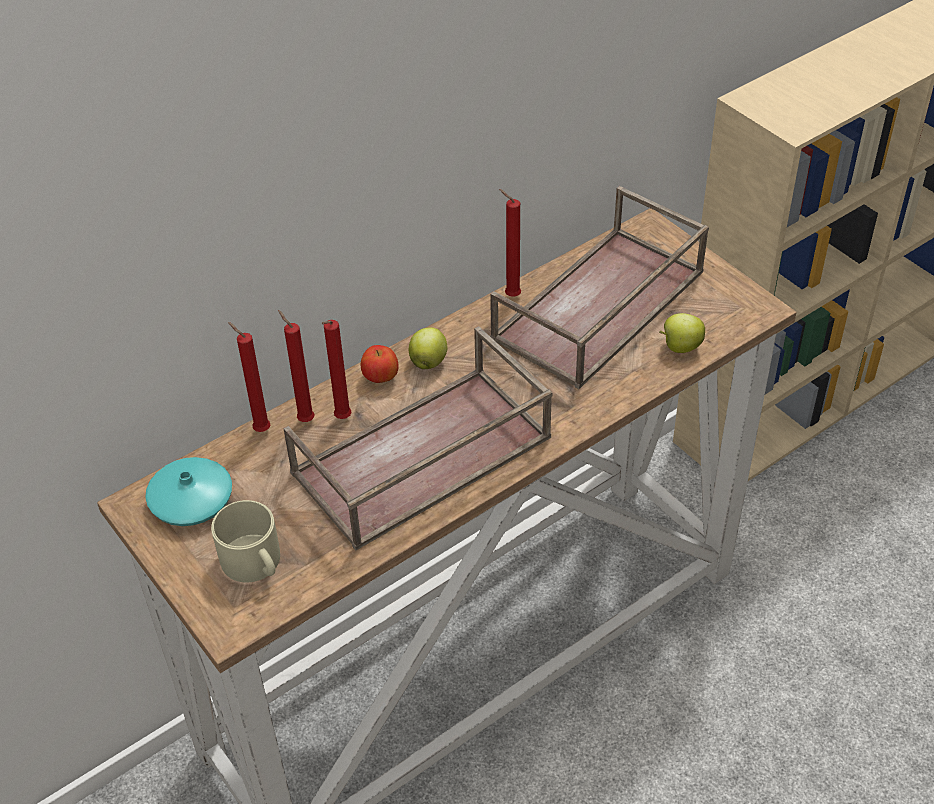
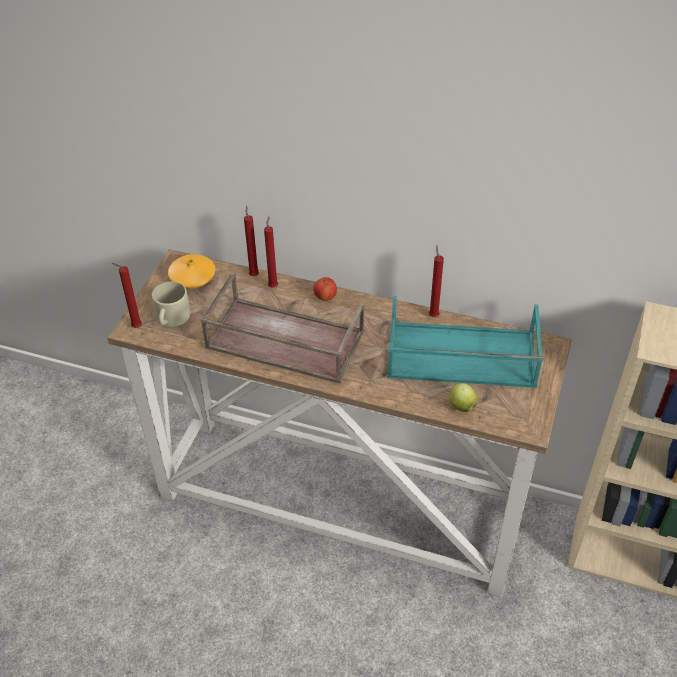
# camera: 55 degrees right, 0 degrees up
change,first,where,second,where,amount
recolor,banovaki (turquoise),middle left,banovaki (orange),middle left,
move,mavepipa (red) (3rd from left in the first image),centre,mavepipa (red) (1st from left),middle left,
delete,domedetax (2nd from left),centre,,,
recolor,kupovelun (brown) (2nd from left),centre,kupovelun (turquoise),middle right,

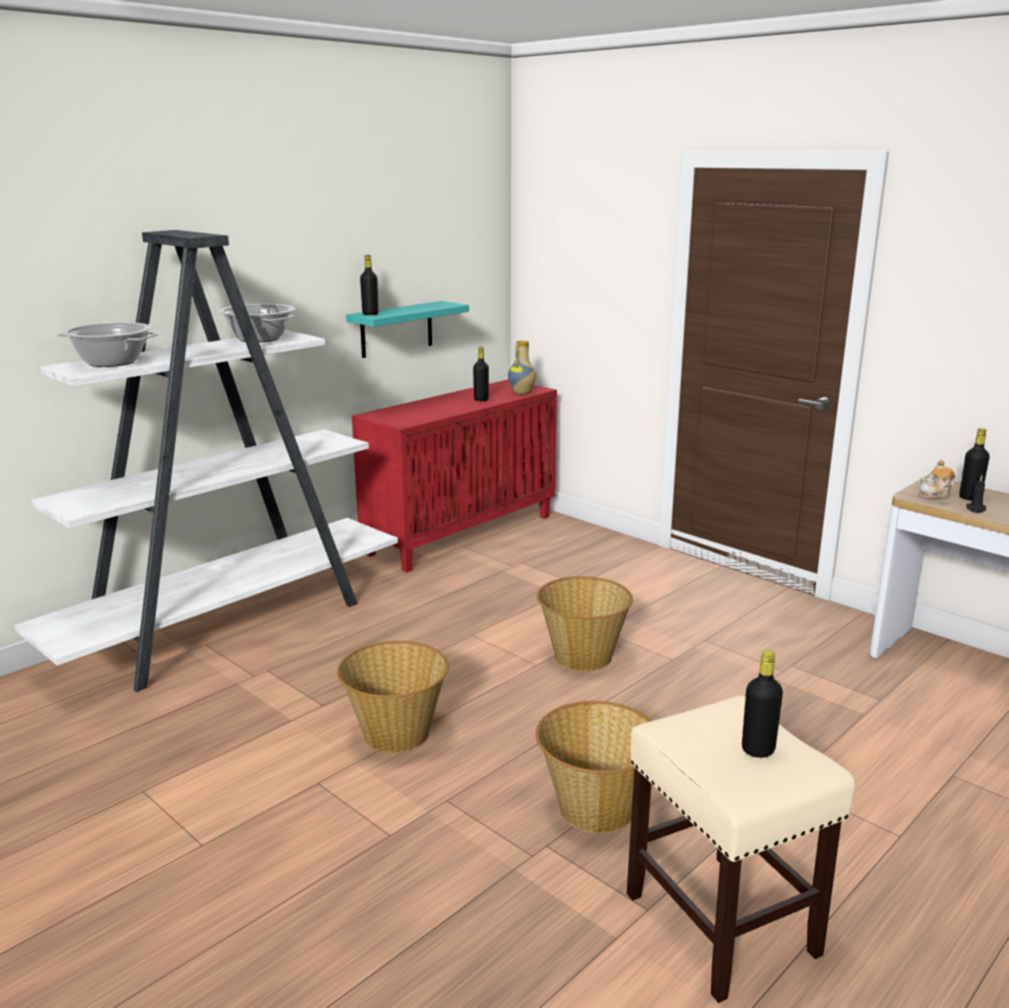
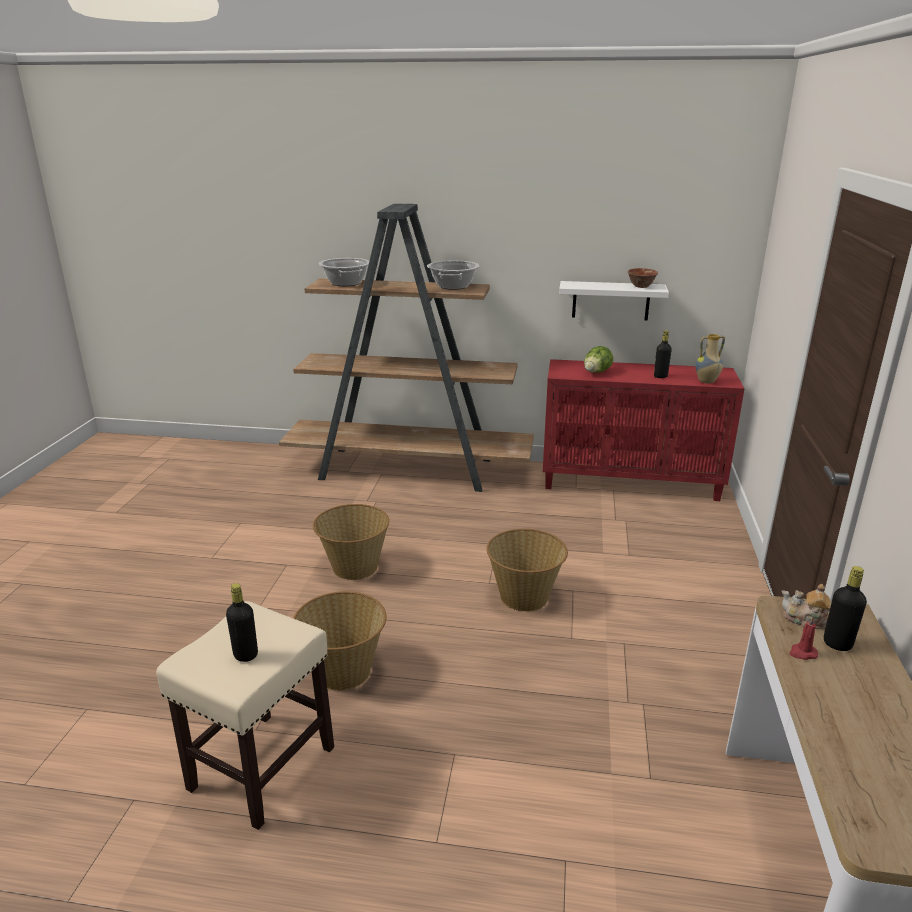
# camera: 55 degrees right, 5 degrees up
change,first,where,second,where,amount
recolor,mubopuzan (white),middle left,mubopuzan (brown),centre,
recolor,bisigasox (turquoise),top centre,bisigasox (white),top right,
delete,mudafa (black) (1st from left),top centre,,,
recolor,mavepipa (black),middle right,mavepipa (red),bottom right,
insert,,,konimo,centre,
insert,,,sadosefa,top right,

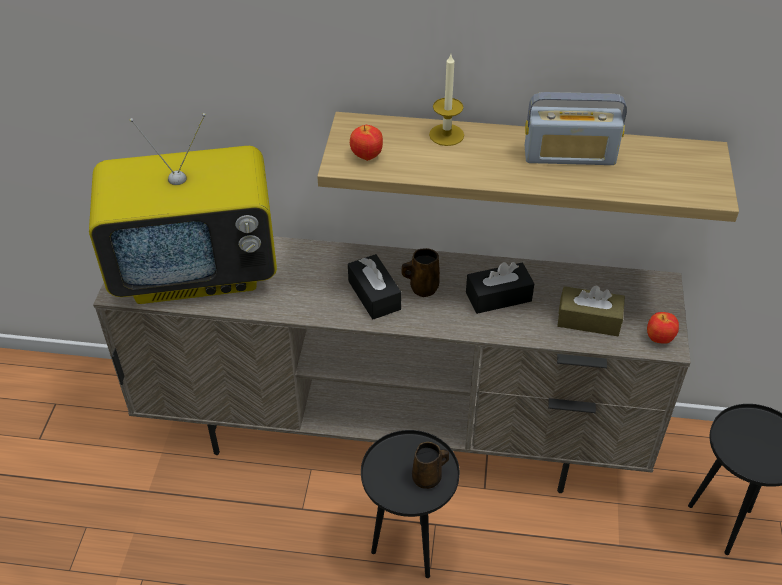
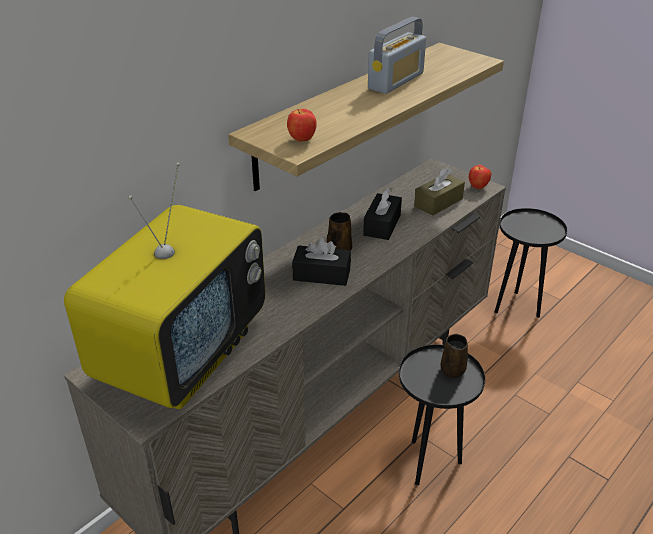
# camera: 55 degrees left, 10 degrees down
change,first,where,second,where,amount
delete,mavepipa,top centre,,,

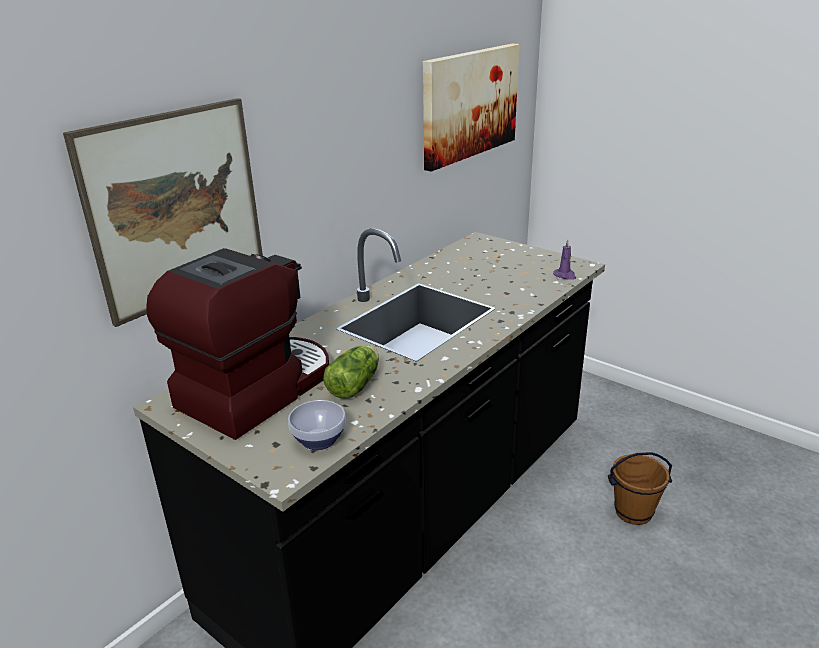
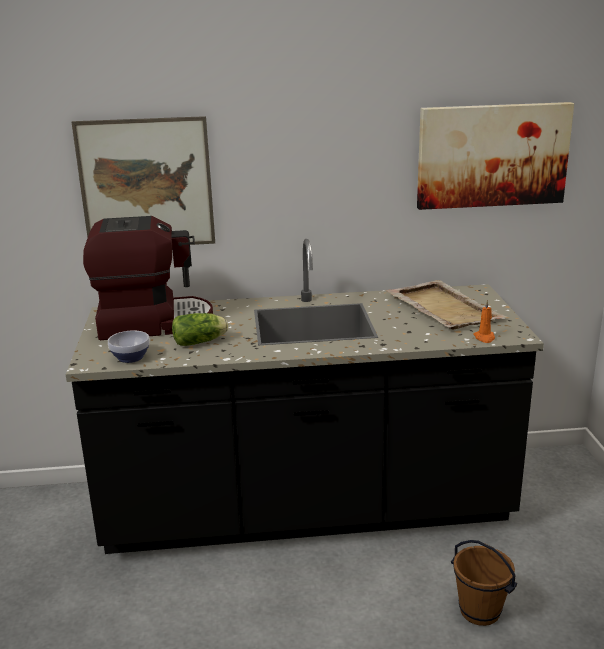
# camera: 45 degrees right, 5 degrees down
change,first,where,second,where,amount
recolor,mavepipa (purple),middle right,mavepipa (orange),middle right,
insert,,,kupovelun (beige),middle right,

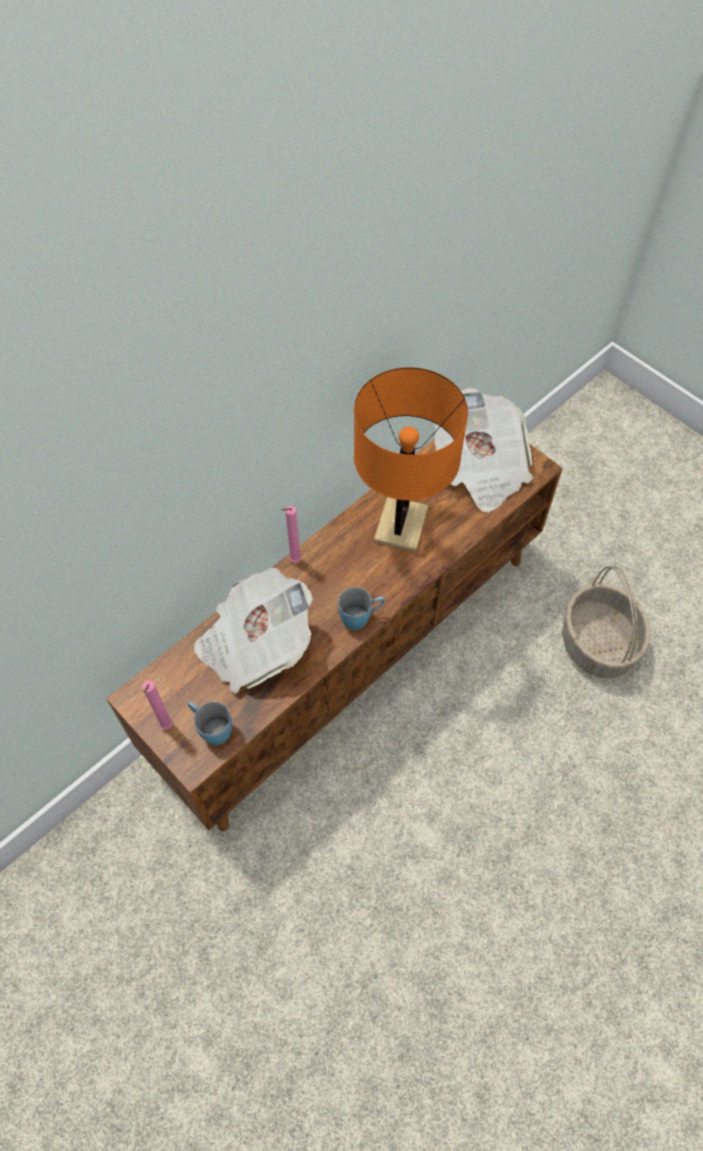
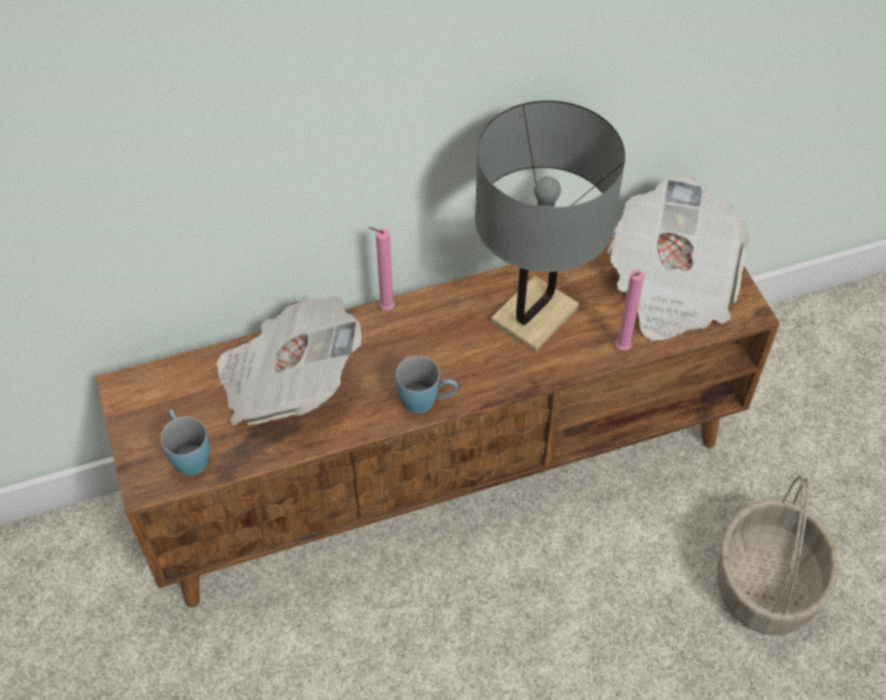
# camera: 25 degrees right, 5 degrees down
change,first,where,second,where,amount
move,mavepipa (pink) (1st from left in the first image),middle left,mavepipa (pink) (2nd from left),middle right,
recolor,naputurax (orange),centre,naputurax (grey),top centre,

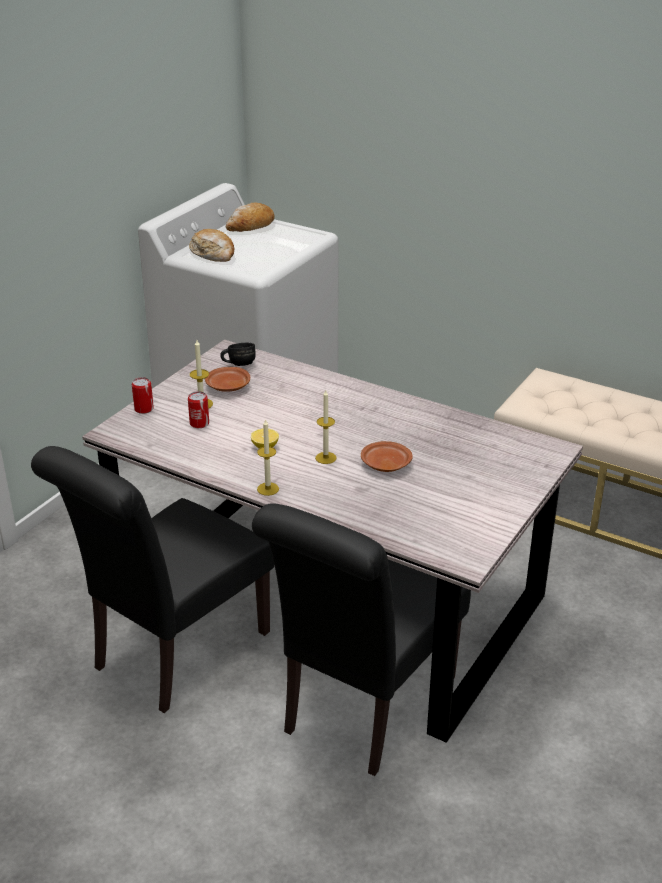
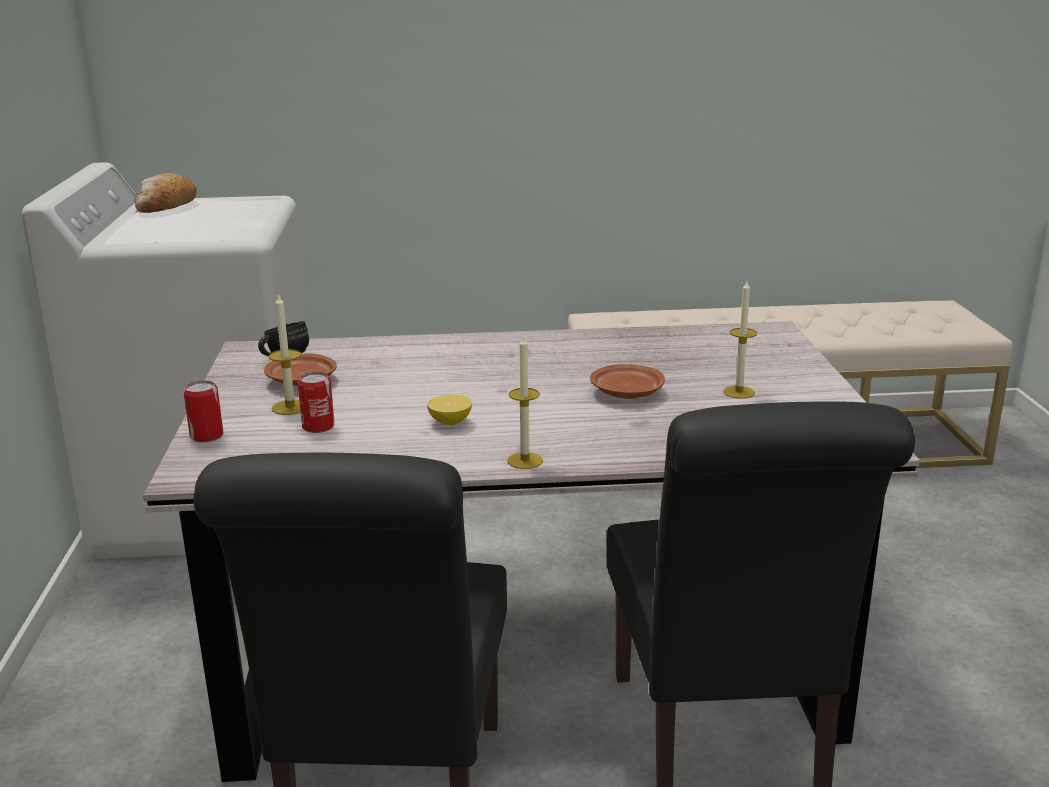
# camera: 35 degrees left, 10 degrees down
change,first,where,second,where,amount
delete,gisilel (1st from left),top left,,,
move,mavepipa (3rd from left),centre,,middle right,

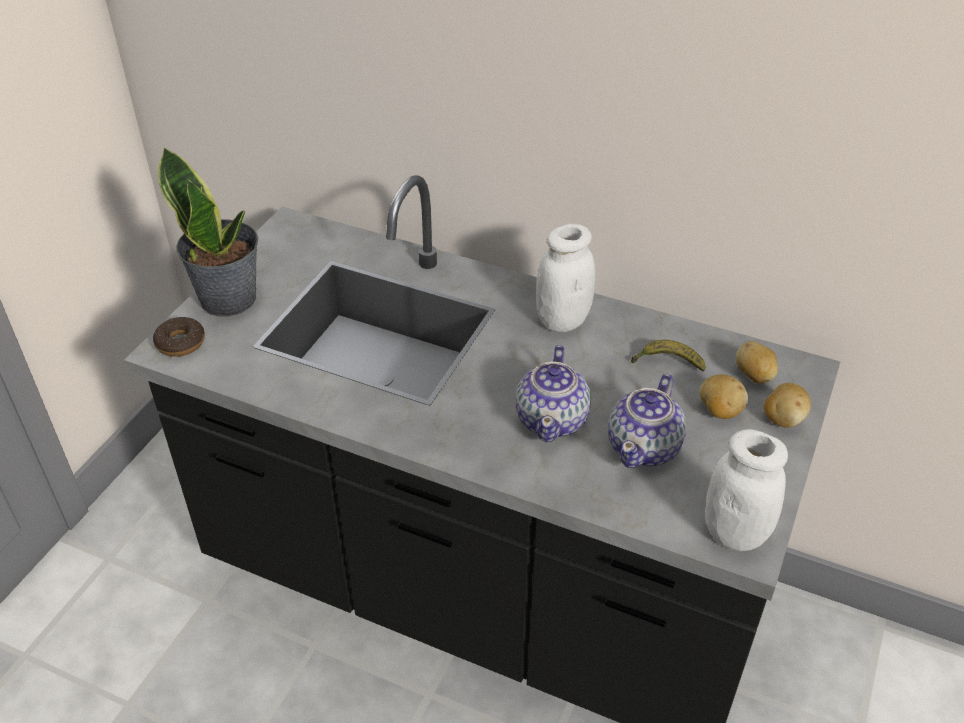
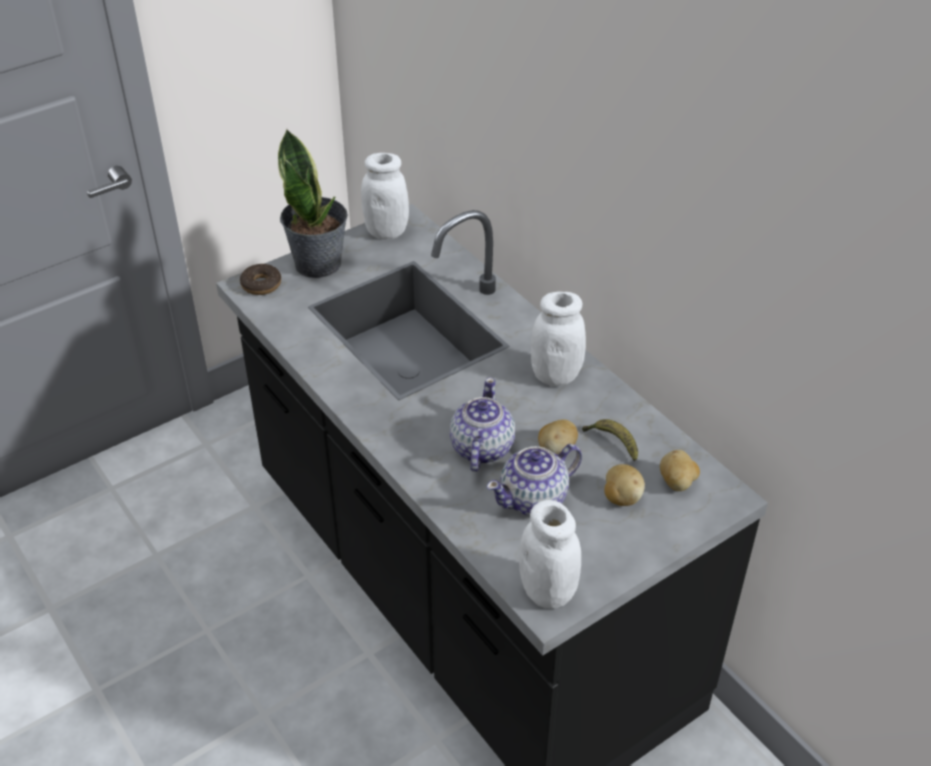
# camera: 30 degrees right, 0 degrees up
change,first,where,second,where,amount
rotate,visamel (1st from left),centre,,centre,150 degrees clockwise
move,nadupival (3rd from left in the first image),middle right,nadupival (1st from left),centre,
insert,,,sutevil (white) (1st from left),top centre,

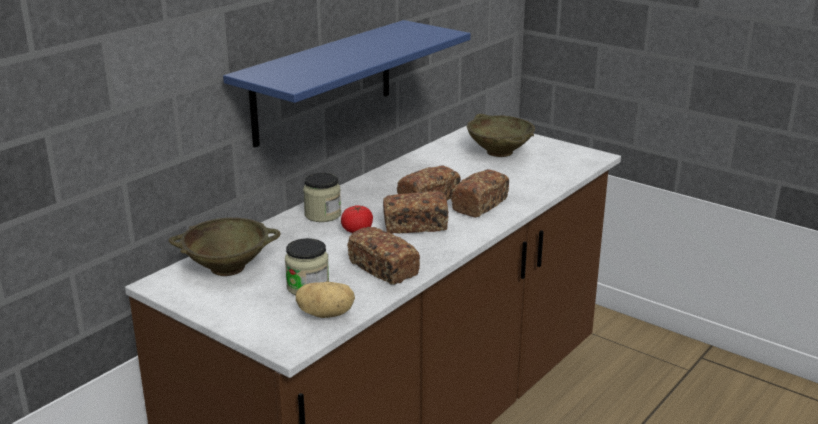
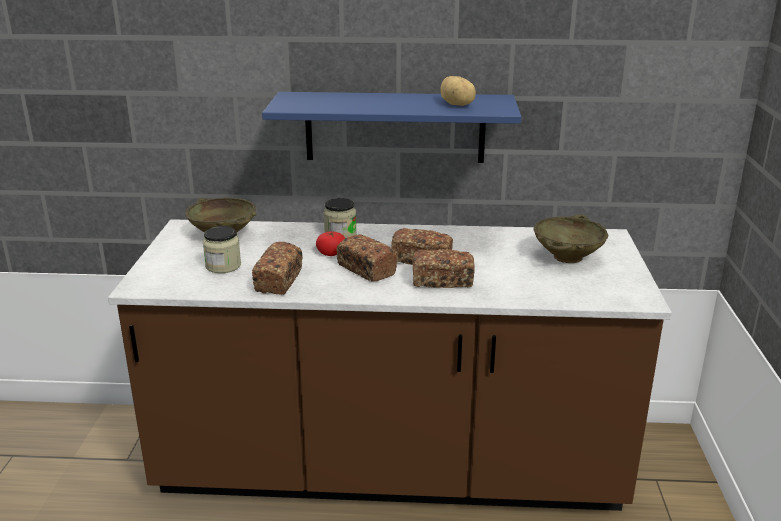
# camera: 55 degrees right, 0 degrees up
change,first,where,second,where,amount
move,nadupival,bottom centre,,top centre,

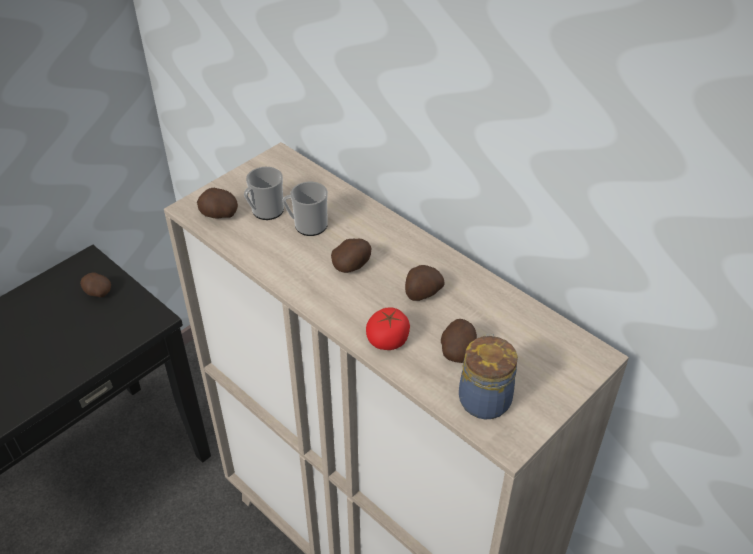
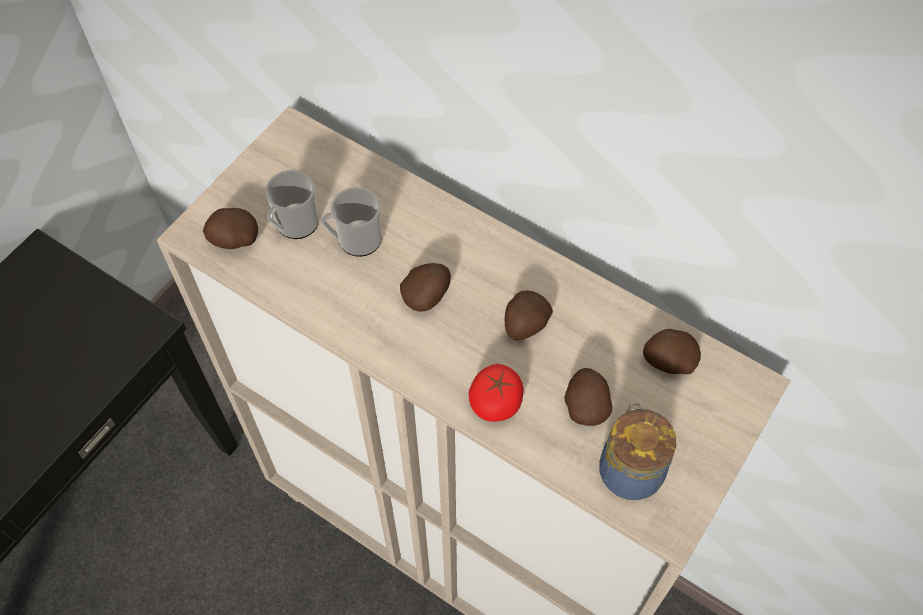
# camera: 10 degrees left, 15 degrees up
change,first,where,second,where,amount
move,nadupival (1st from left in the first image),middle left,nadupival (5th from left),middle right,

